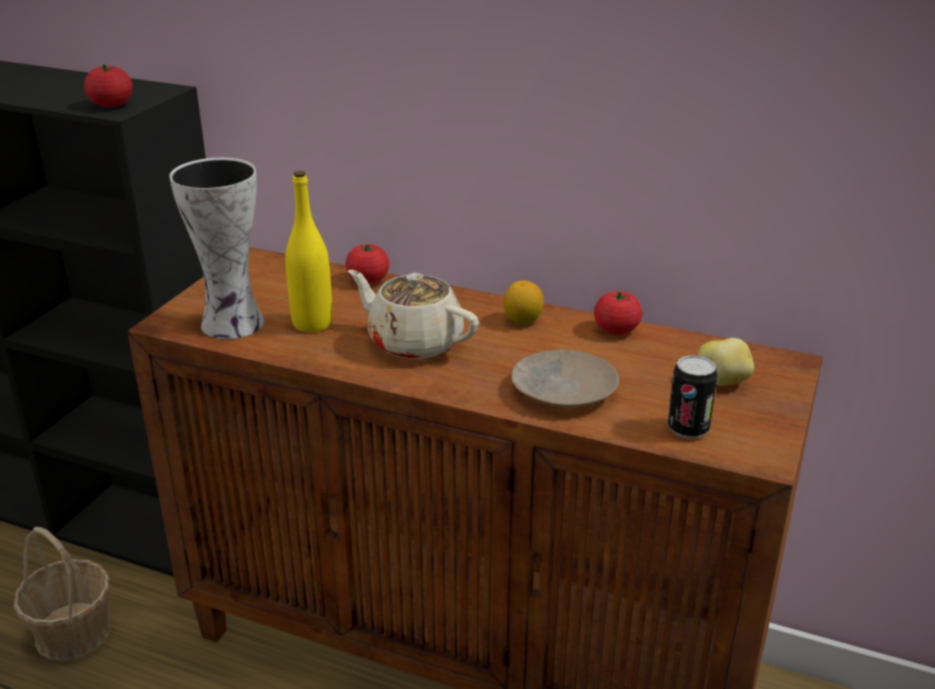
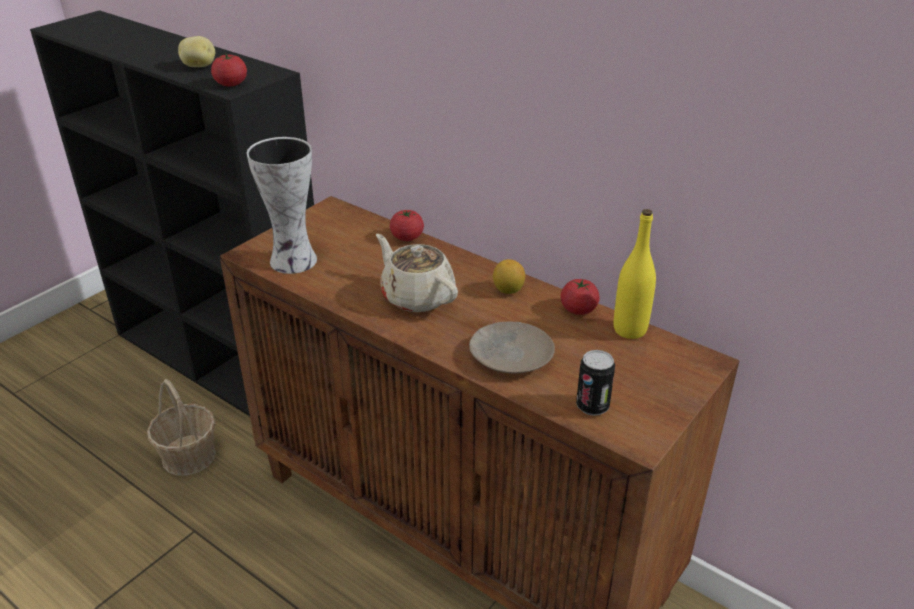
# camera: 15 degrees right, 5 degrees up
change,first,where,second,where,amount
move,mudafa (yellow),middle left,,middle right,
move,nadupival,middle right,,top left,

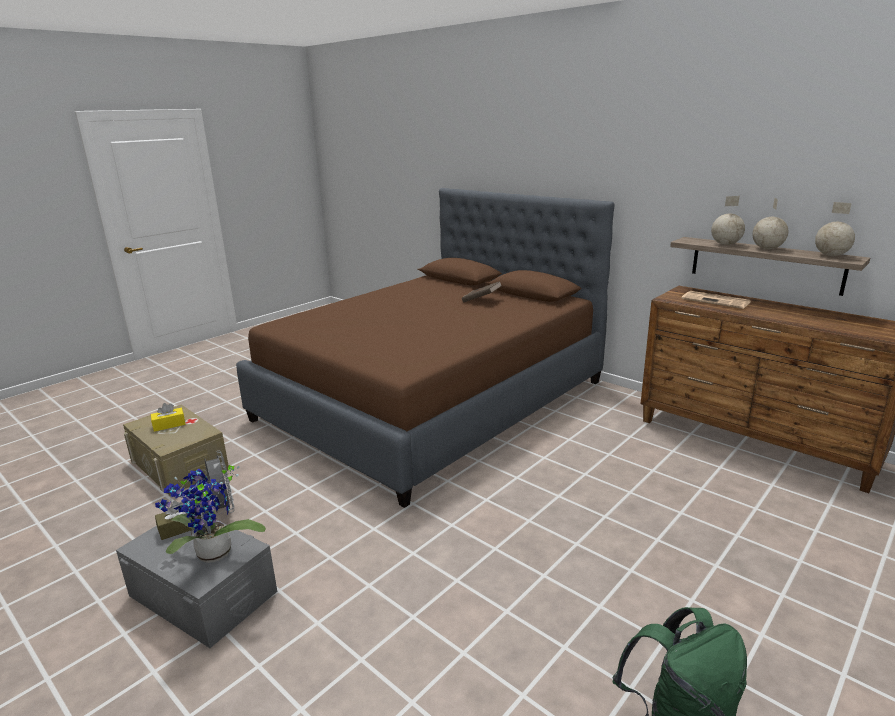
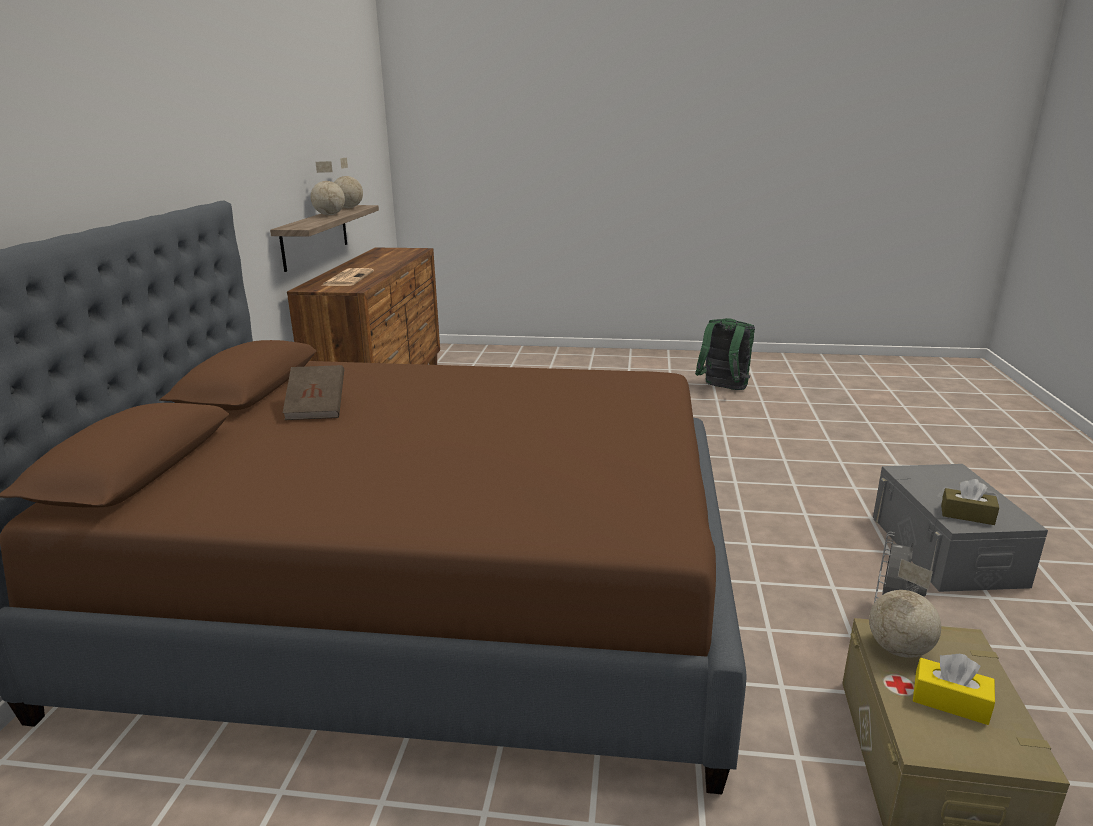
# camera: 125 degrees left, 0 degrees up
change,first,where,second,where,amount
delete,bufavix,bottom left,,,
move,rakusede (1st from left in the first image),top right,rakusede (3rd from left),bottom right,

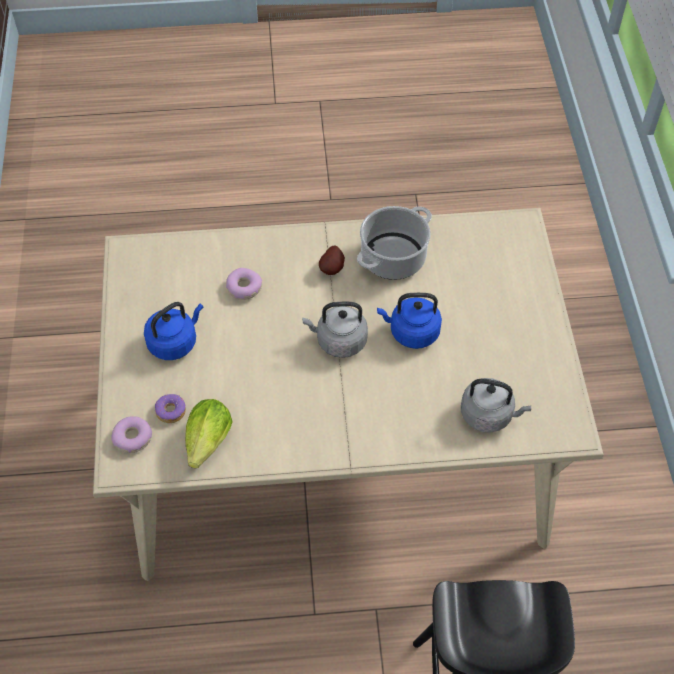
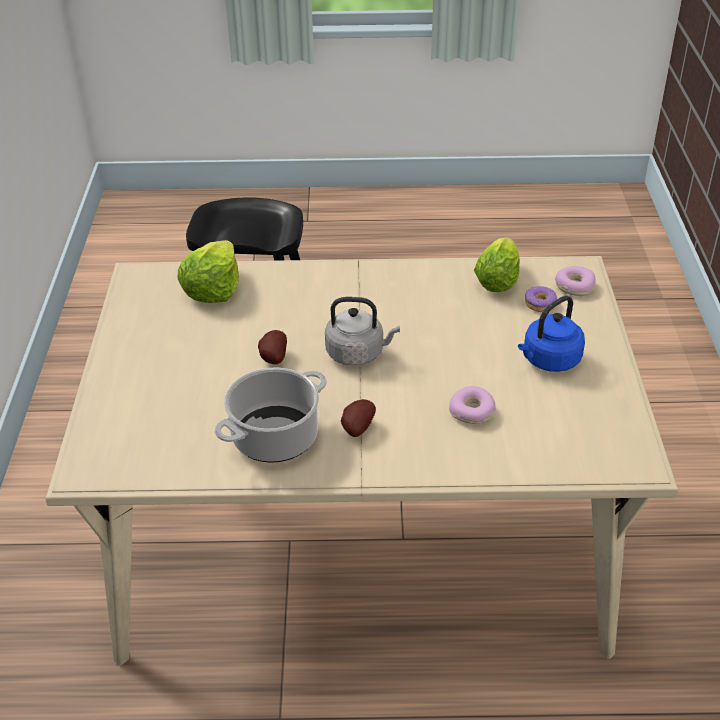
# camera: 175 degrees left, 15 degrees down
change,first,where,second,where,amount
replace,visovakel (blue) (2nd from left),centre,nadupival (1st from left),centre,
replace,visovakel (grey) (2nd from left),middle right,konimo (1st from left),middle left,

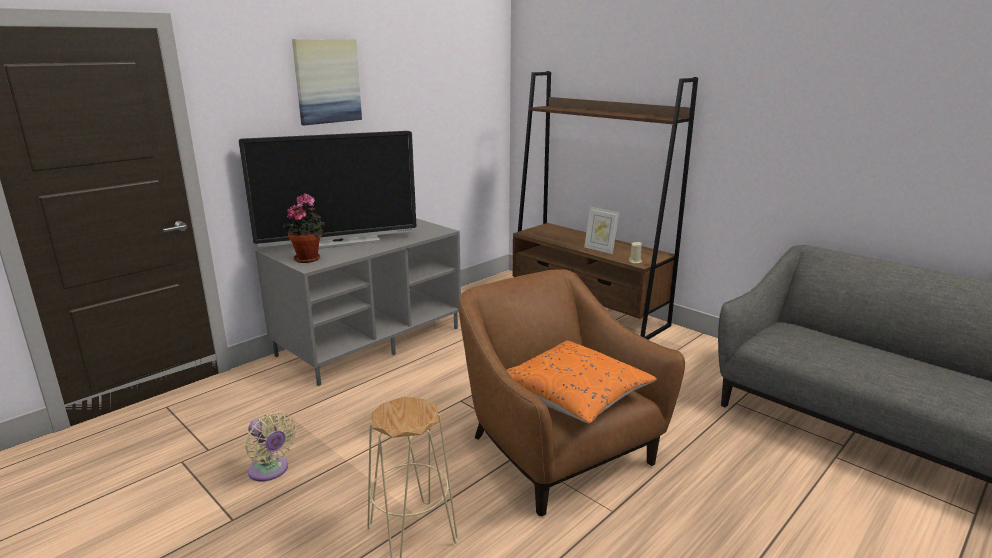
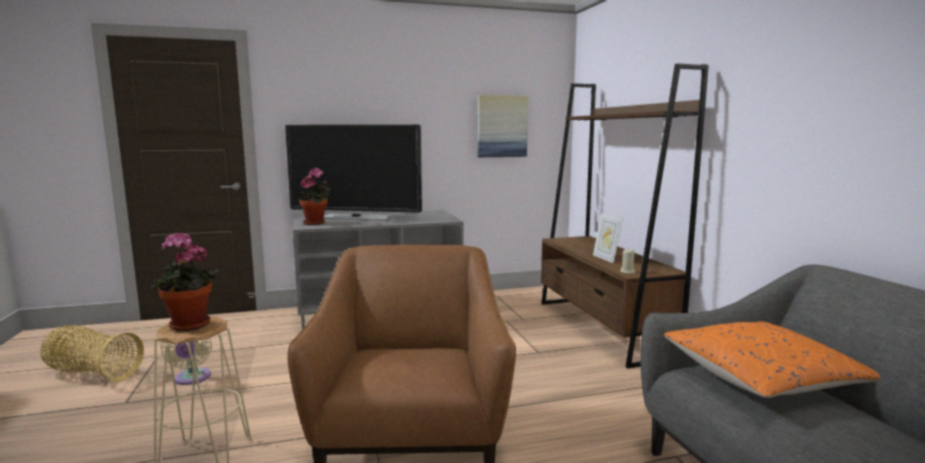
# camera: 30 degrees right, 10 degrees down
change,first,where,second,where,amount
move,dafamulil,top left,,top centre,
move,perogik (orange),bottom centre,,bottom right,
insert,,,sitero,bottom left,
insert,,,bufavix (1st from left),middle left,

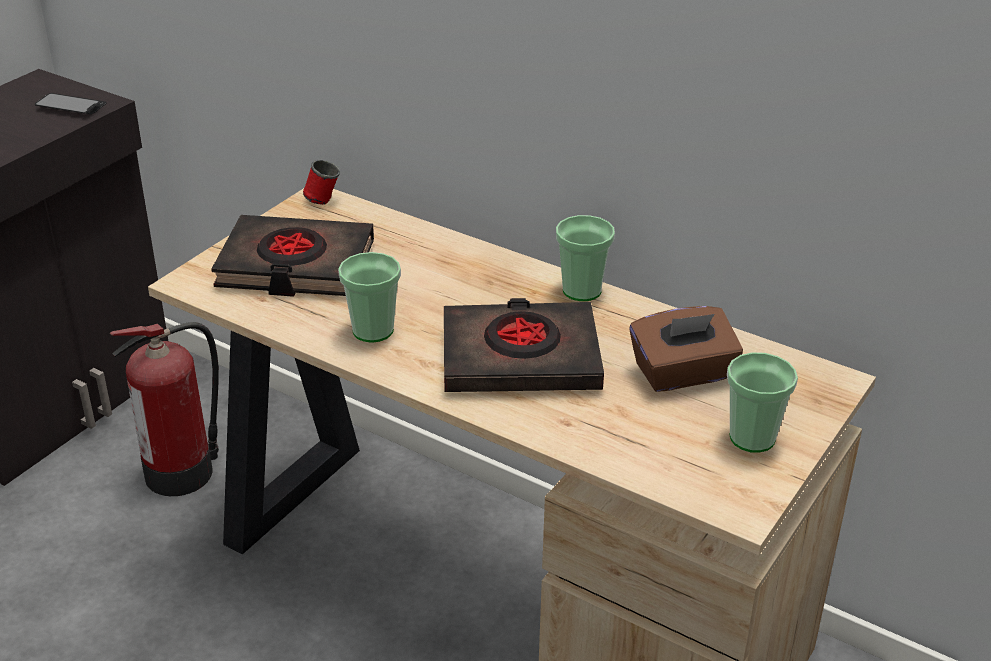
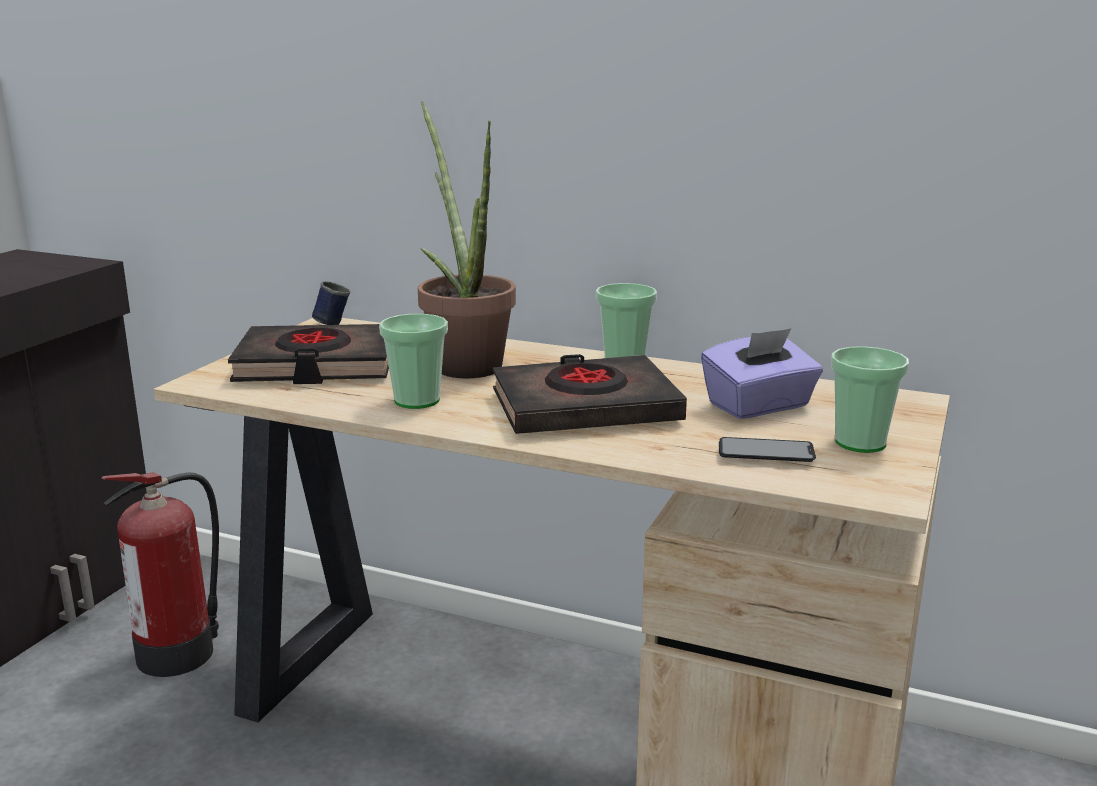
# camera: 10 degrees left, 15 degrees down
change,first,where,second,where,amount
move,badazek,top left,,middle right,
recolor,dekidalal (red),top left,dekidalal (blue),middle left,
recolor,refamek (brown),middle right,refamek (purple),middle right,
insert,,,bufavix,top centre,

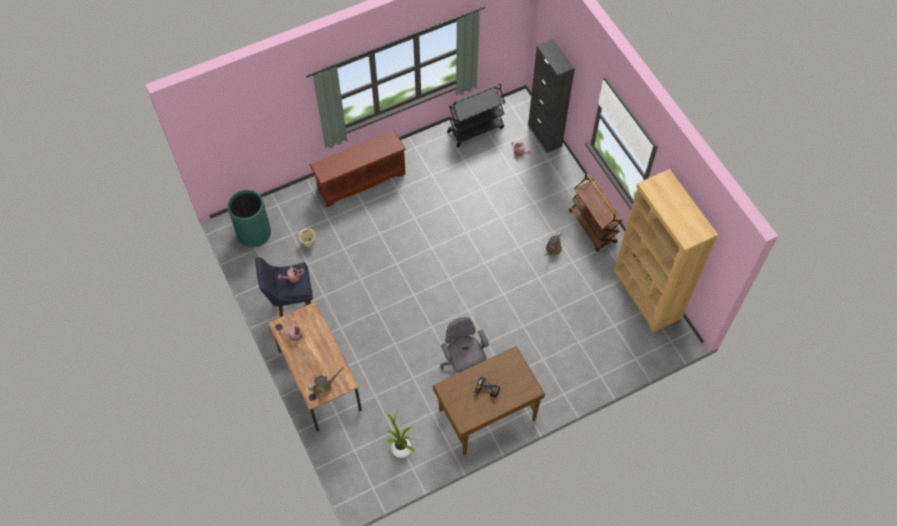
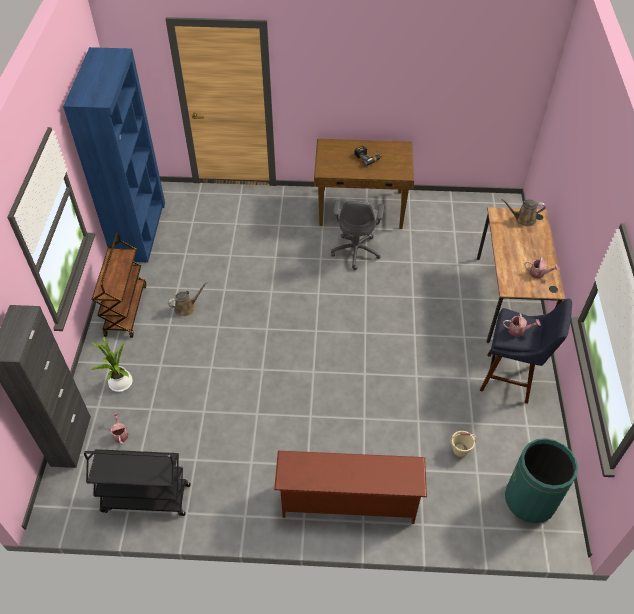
# camera: 150 degrees left, 10 degrees down
change,first,where,second,where,amount
move,bufavix,bottom centre,,middle left,
recolor,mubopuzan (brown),middle right,mubopuzan (blue),top left,

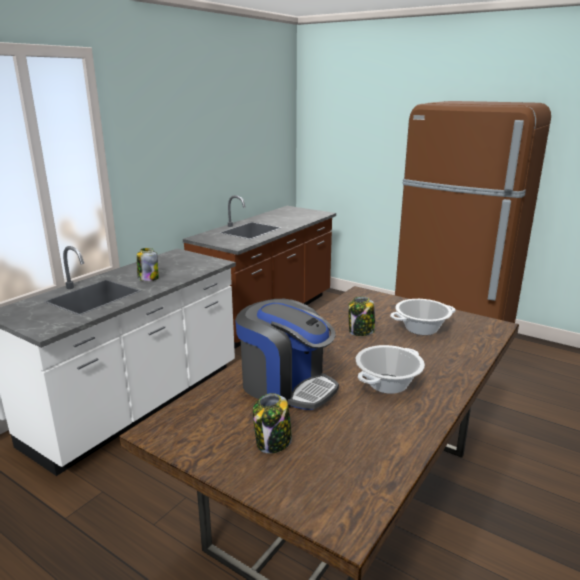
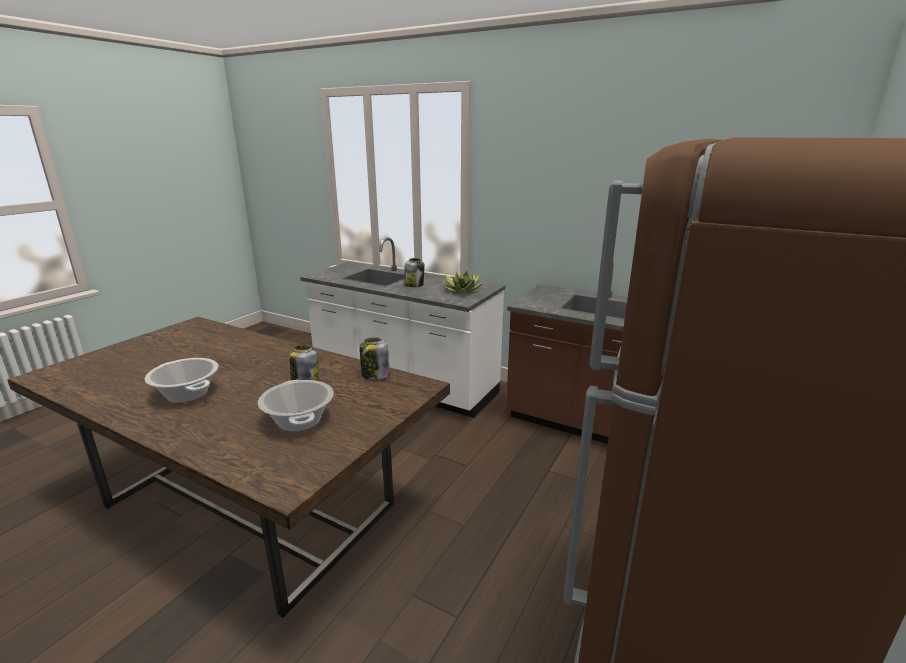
# camera: 85 degrees right, 0 degrees up
change,first,where,second,where,amount
delete,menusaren,centre,,,
move,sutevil (2nd from left),bottom centre,,centre,
insert,,,bufavix,centre,

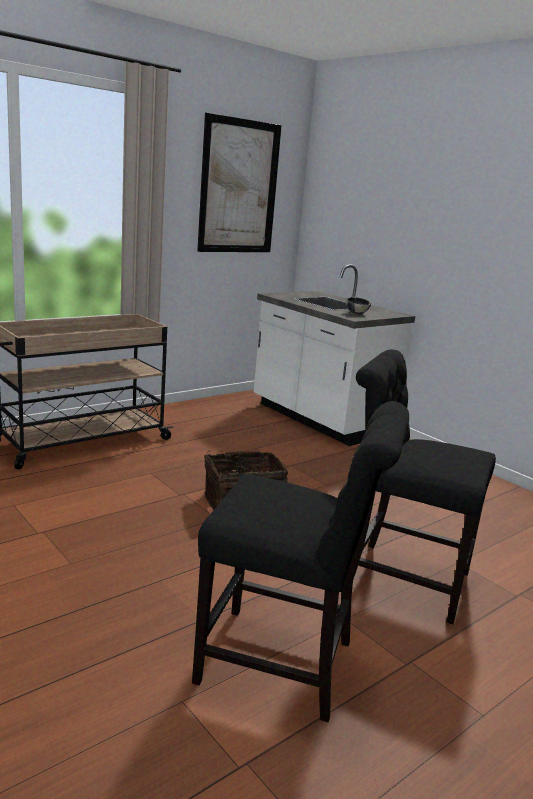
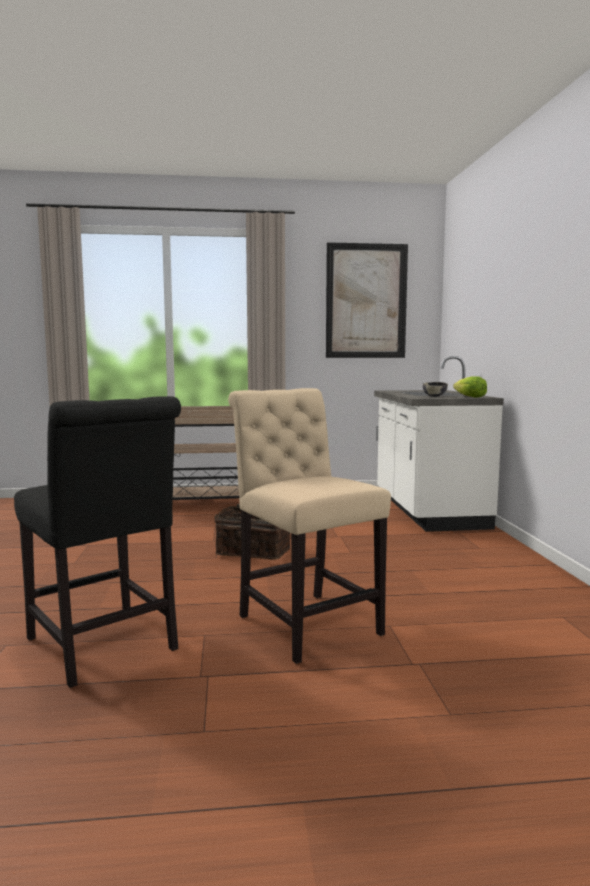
# camera: 35 degrees right, 10 degrees down
change,first,where,second,where,amount
recolor,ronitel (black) (2nd from left),middle right,ronitel (beige),centre,
insert,,,konimo,middle right,

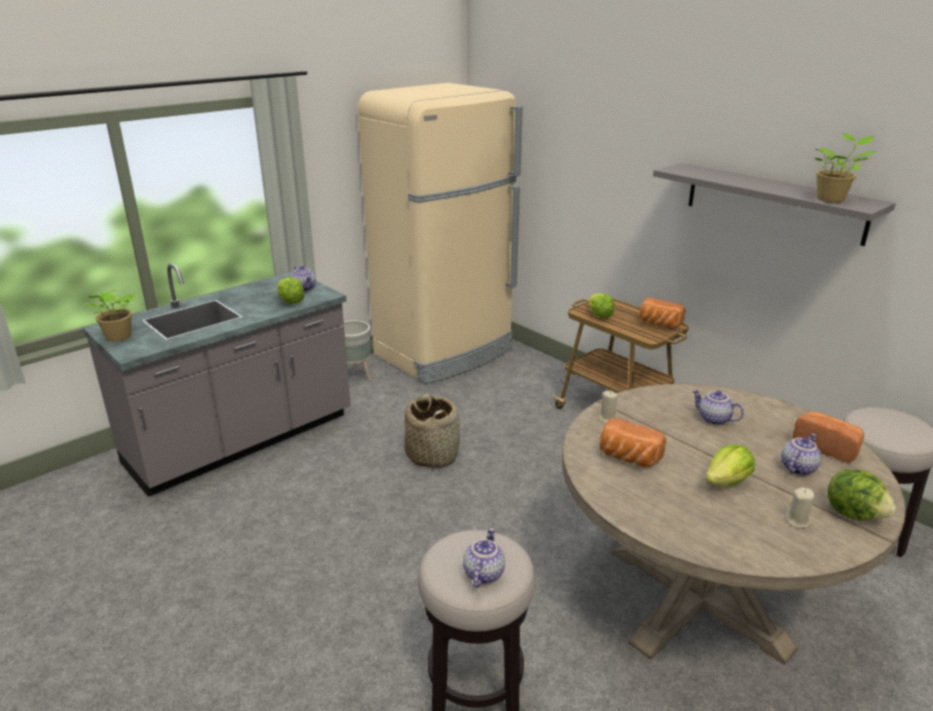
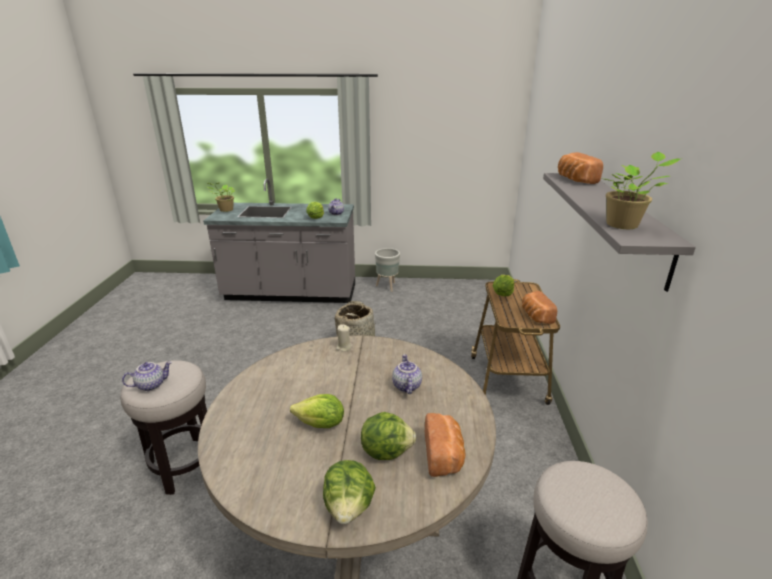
# camera: 45 degrees right, 0 degrees up
change,first,where,second,where,amount
delete,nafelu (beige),top centre,,,
move,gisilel (1st from left in the first image),middle right,gisilel (3rd from left),top right,
replace,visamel (4th from left),middle right,konimo (4th from left),bottom centre,
delete,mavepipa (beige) (2nd from left),bottom right,,,

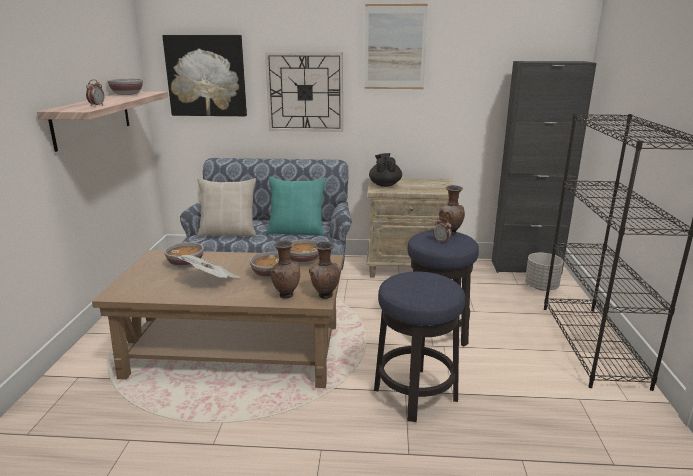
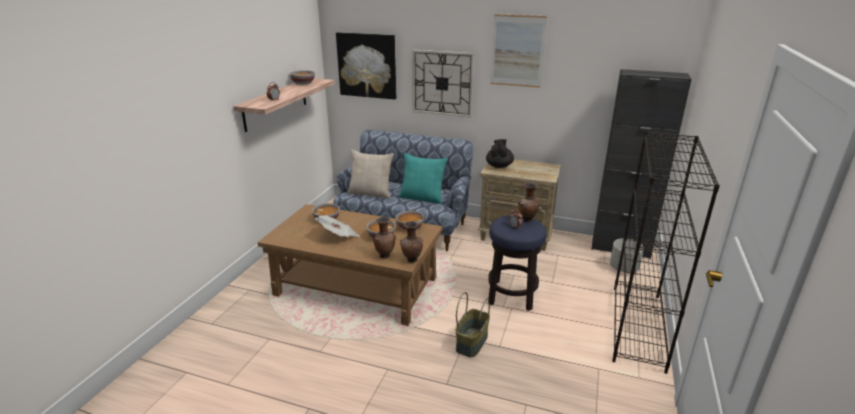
# camera: 15 degrees right, 5 degrees up
change,first,where,second,where,amount
replace,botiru (1st from left),bottom centre,sitero,bottom centre,

